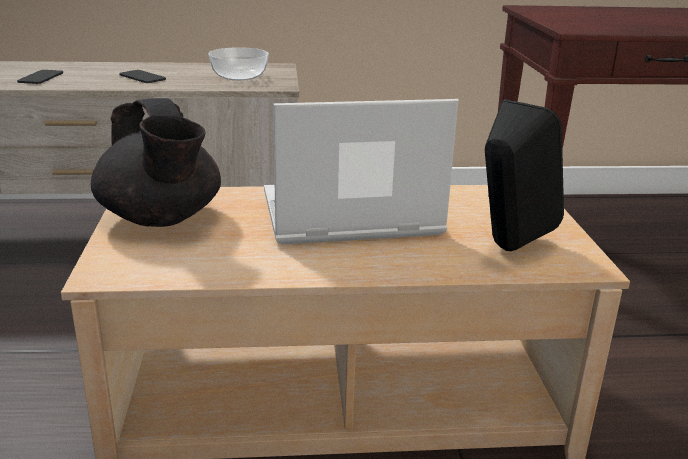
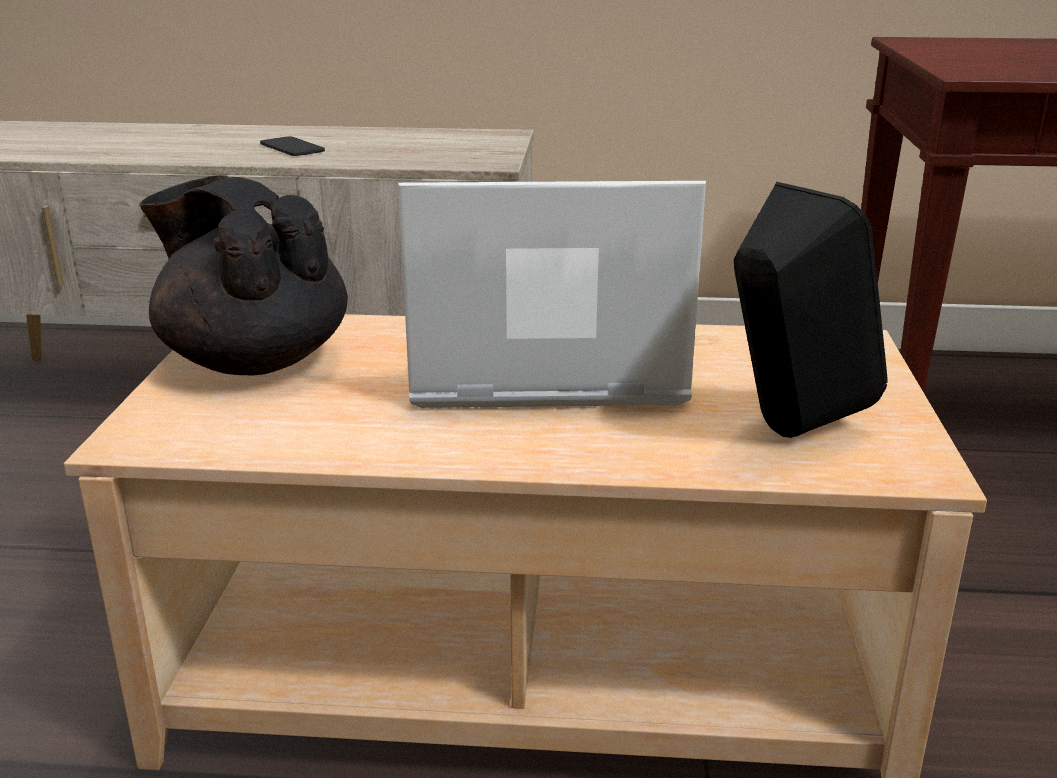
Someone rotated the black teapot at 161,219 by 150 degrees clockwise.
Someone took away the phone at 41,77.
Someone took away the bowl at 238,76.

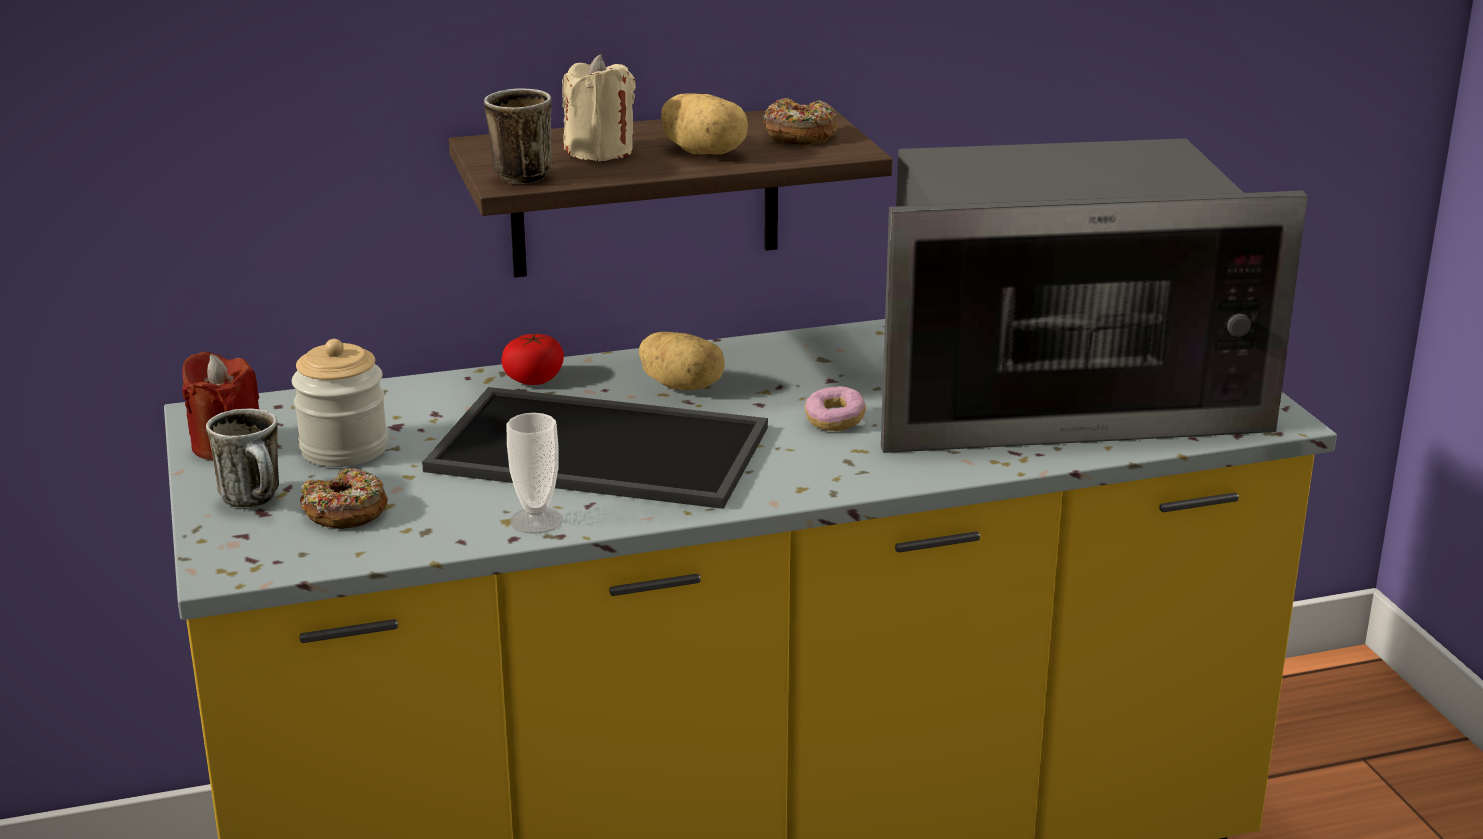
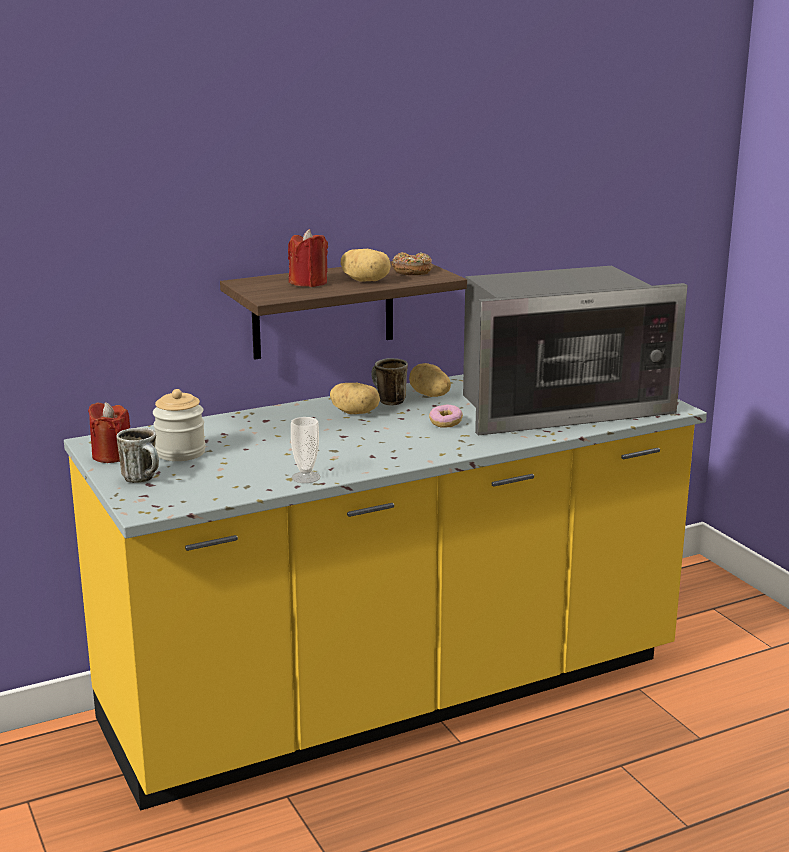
Someone repainted the beige candle at 599,152, which became the red candle at 309,283.
Someone carried the mug from 515,174 to 386,401.
Someone put down the potato at 429,395.
Someone took away the donut at 345,512.
Someone took away the tray at 604,447.
Someone took away the tomato at 534,379.

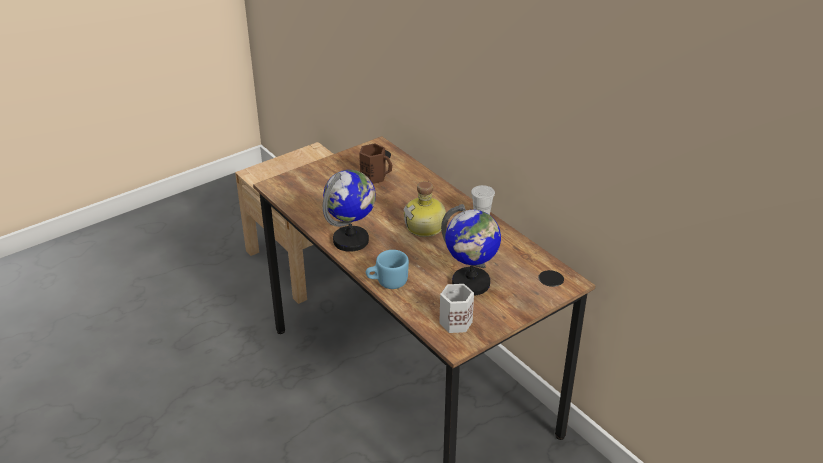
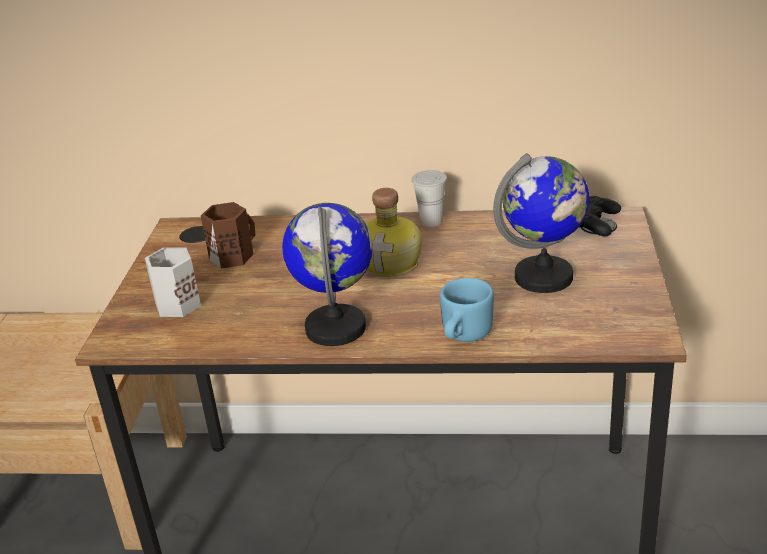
Someone carried the white mug from 454,321 to 175,305.
Someone put down the black game controller at 597,223.

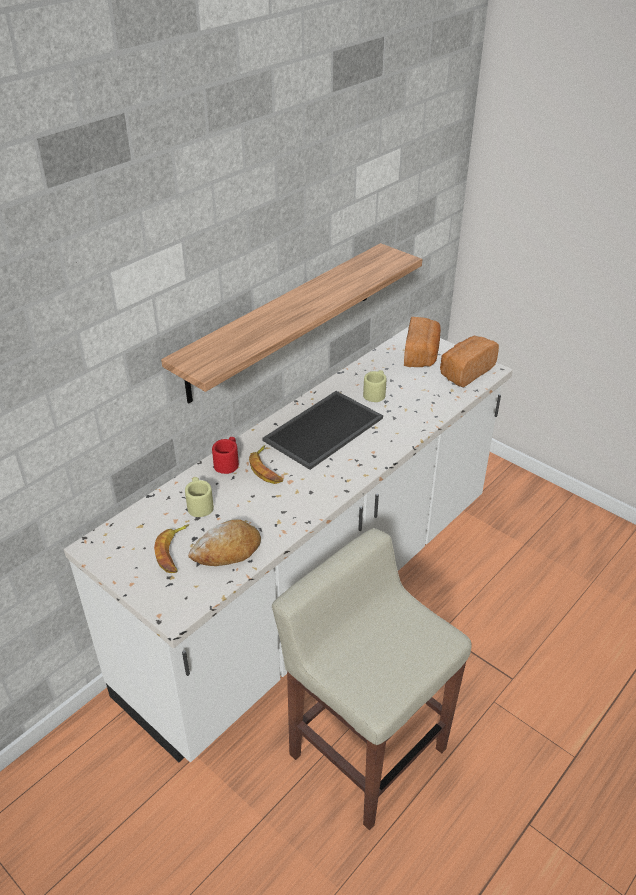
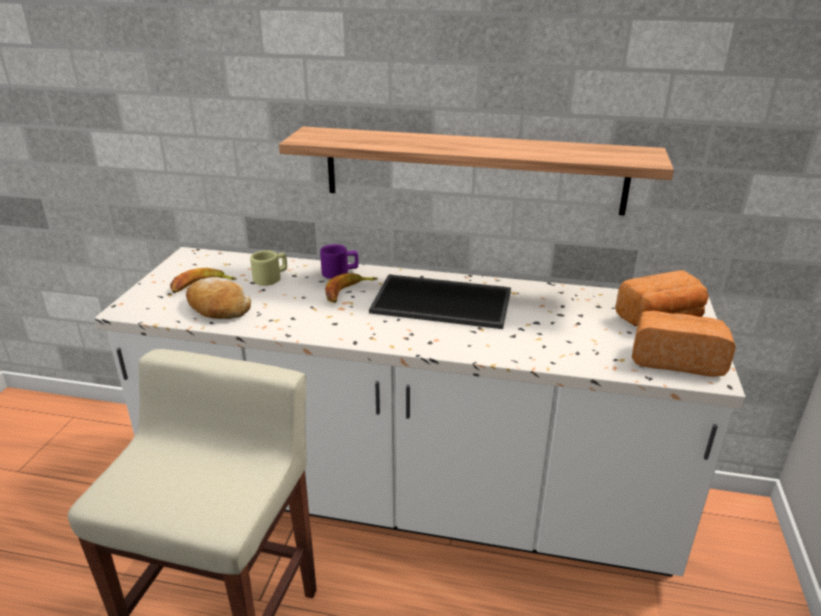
Someone repainted the red mug at 228,462, which became the purple mug at 340,272.
Someone took away the beige mug at 375,393.

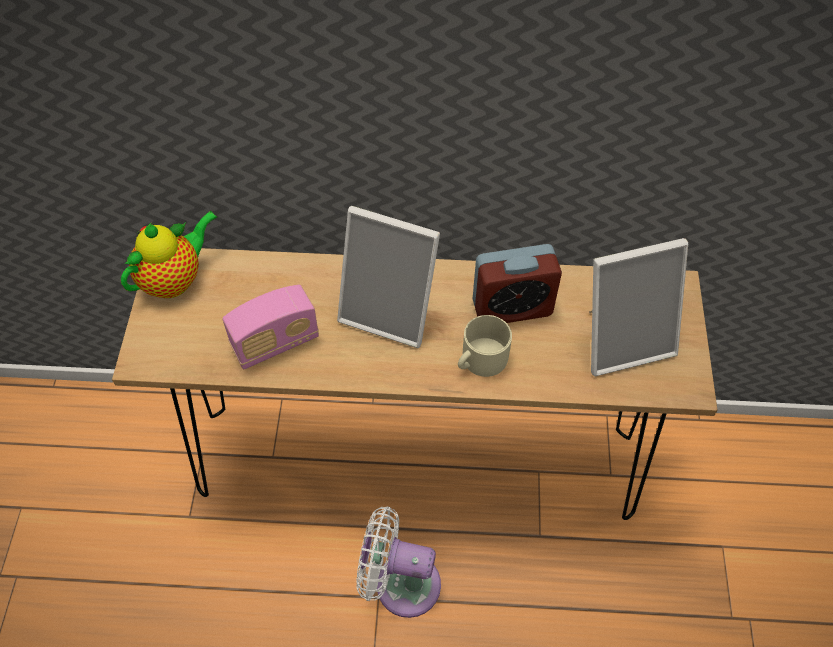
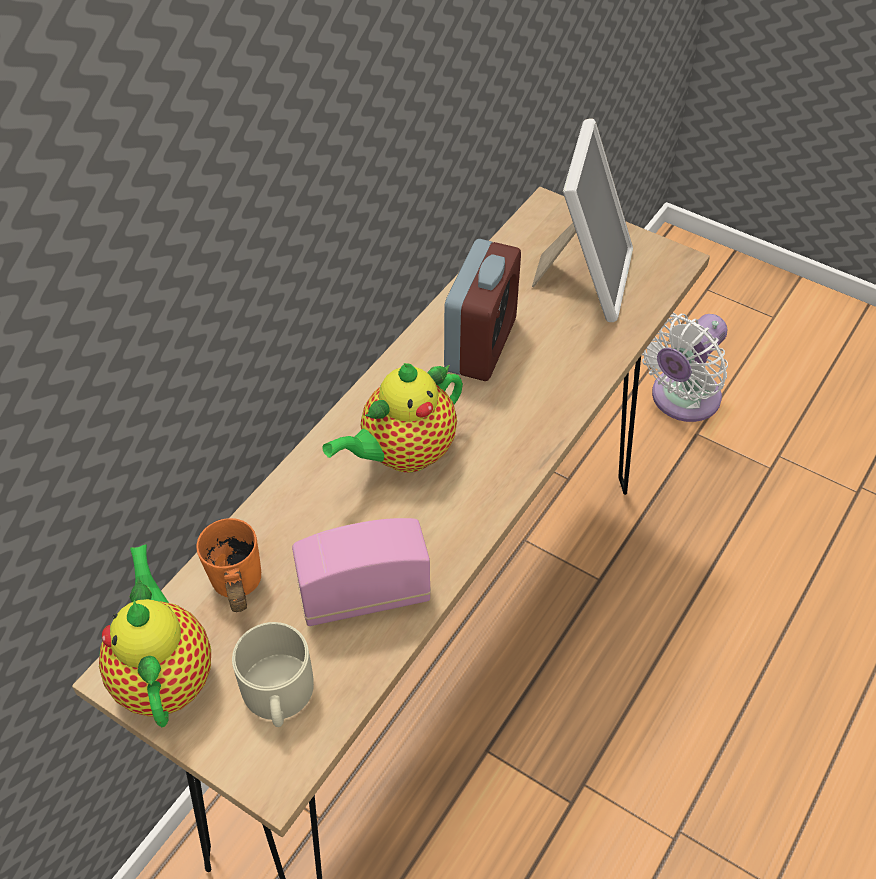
Someone put down the orange mug at 232,591.
Someone carried the beige mug from 480,360 to 278,695.
Someone rotated the radio at 275,343 by 105 degrees counterclockwise.
Someone swapped the picture frame at 391,311 for the teapot at 403,454.
Someone carried the white fan from 400,583 to 681,400.

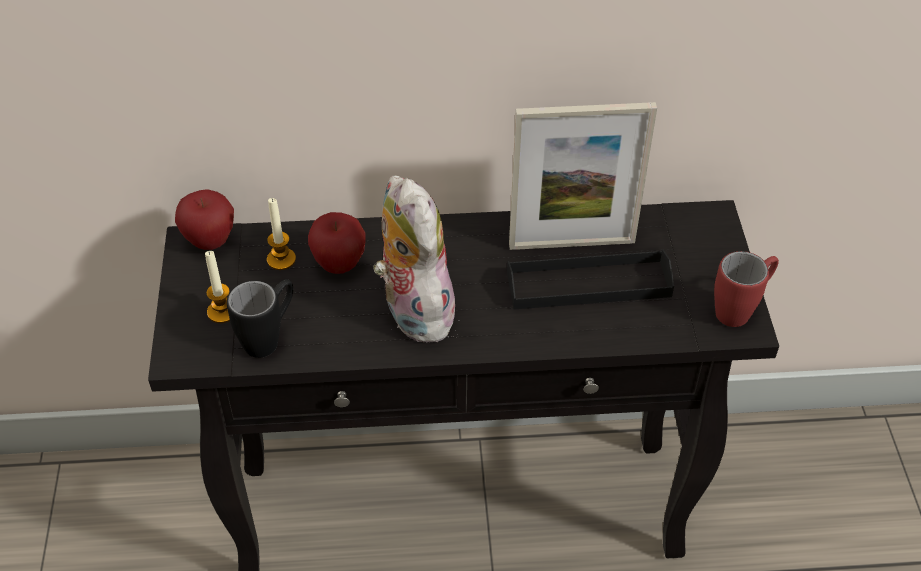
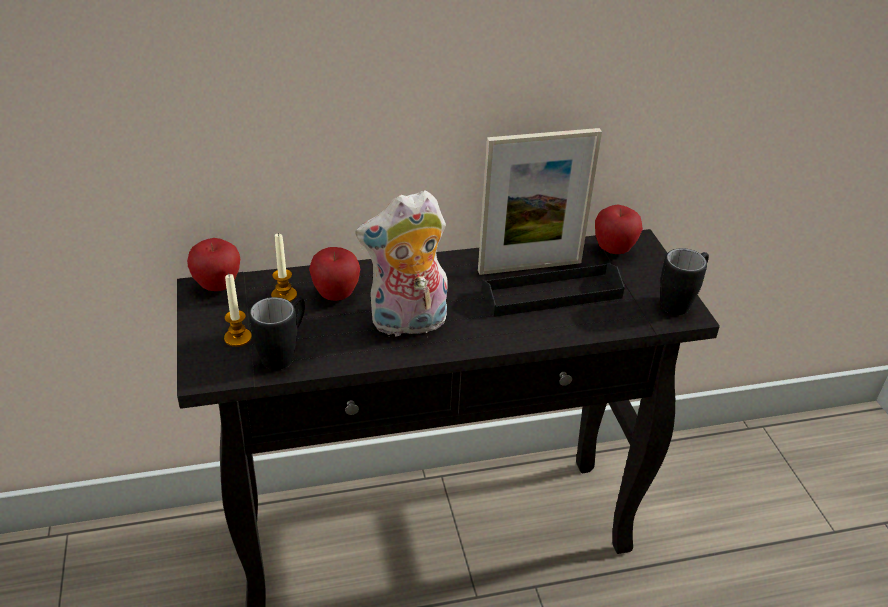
Someone rotated the plush toy at 413,310 by 75 degrees counterclockwise.
Someone put down the apple at 613,250.
Someone repainted the red mug at 740,309, which became the black mug at 680,302.

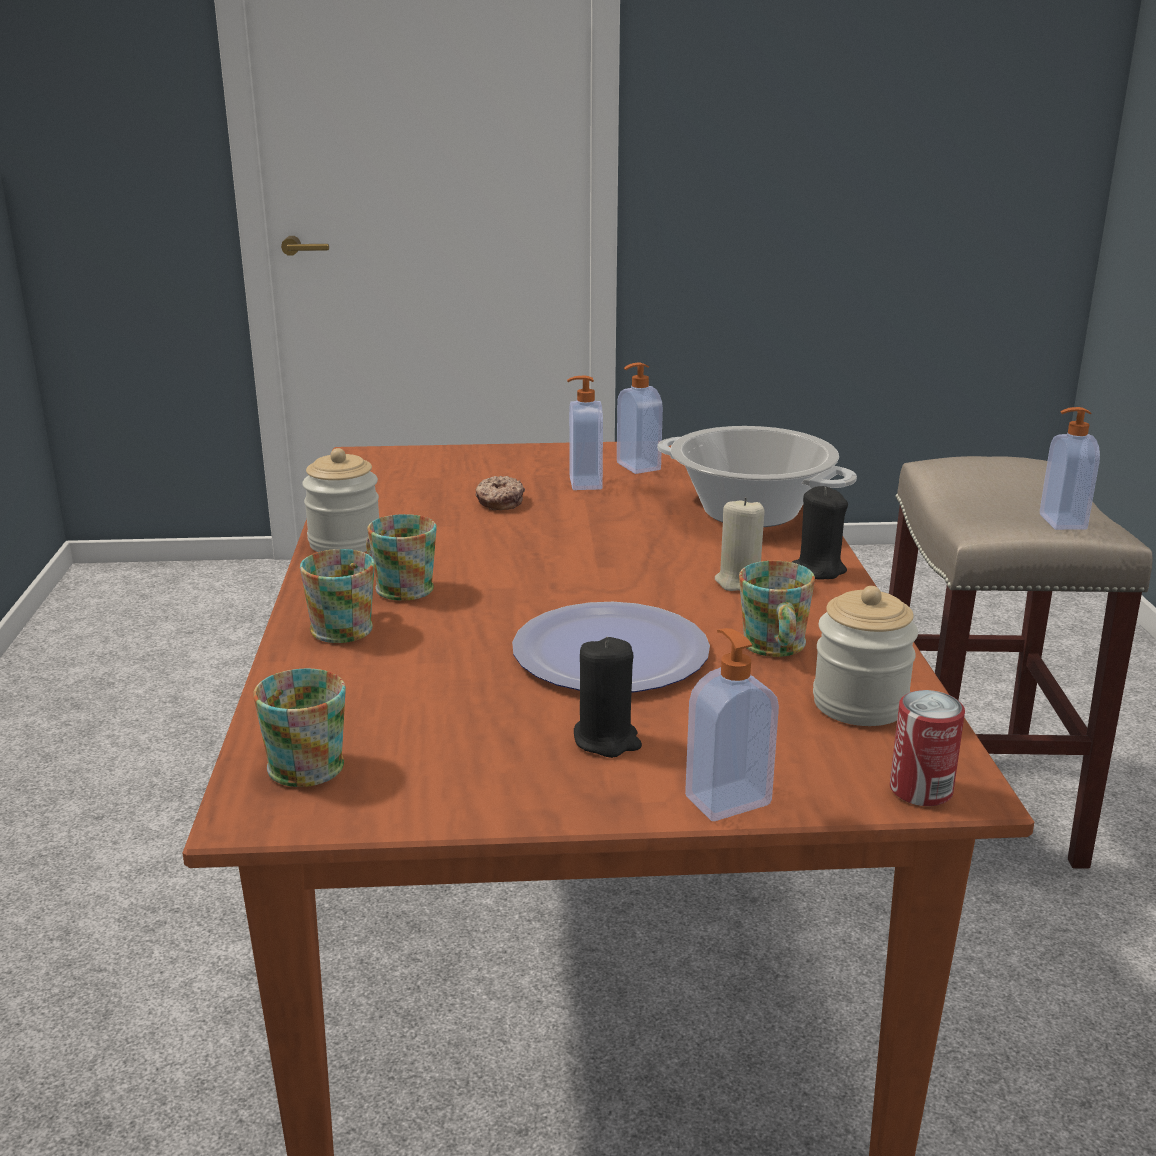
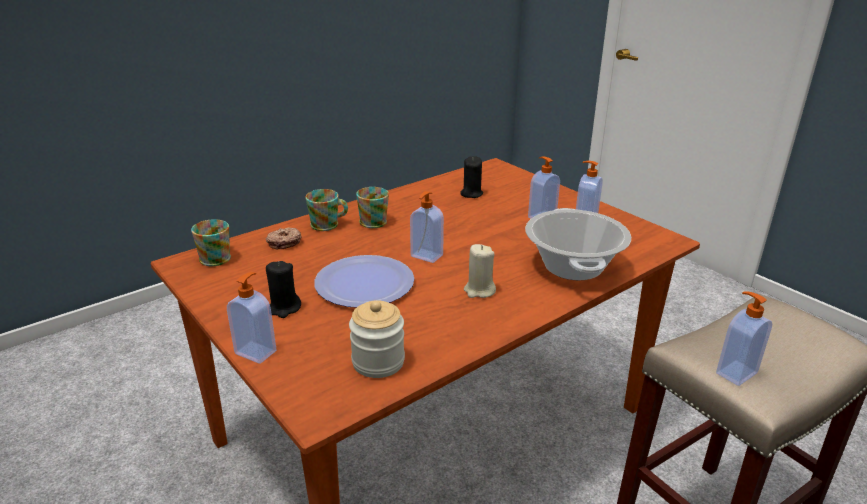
Someone carried the donut from 499,502 to 284,242.
Someone put down the soap dispenser at 426,256.
Someone carried the black candle from 817,570 to 471,193.
Someone took away the jar at 345,543.
Someone took away the mug at 774,647.
Someone took away the can at 921,790.

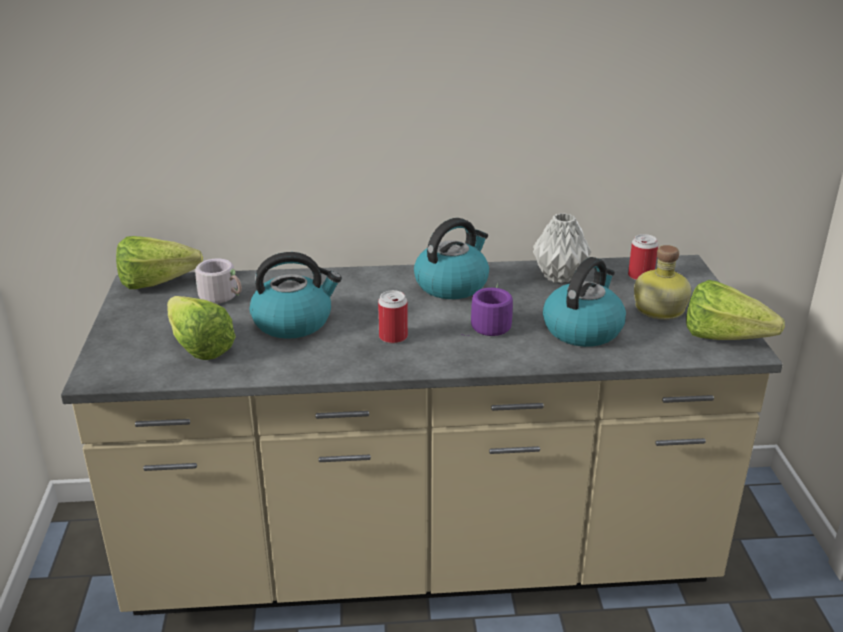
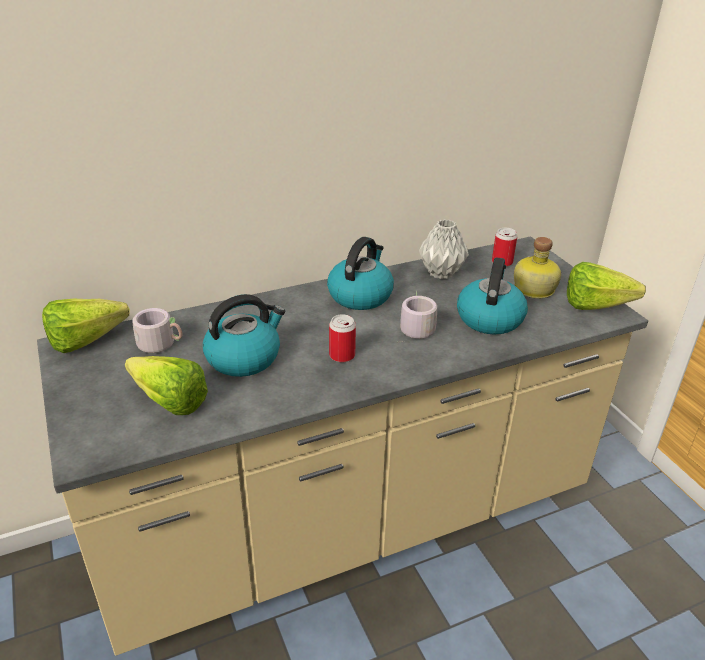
Someone repainted the purple mug at 489,325, which became the grey mug at 414,328.

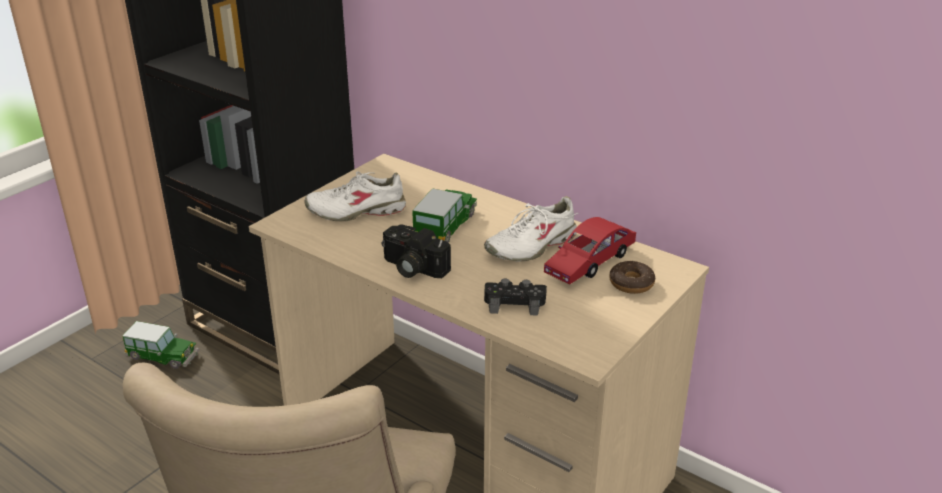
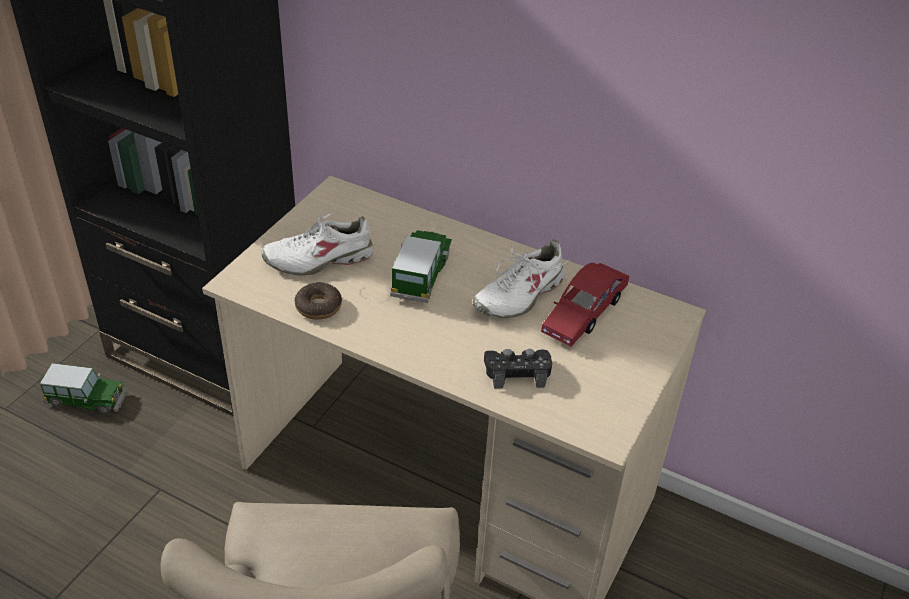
Someone carried the donut from 631,283 to 318,307.
Someone took away the photo camera at 412,268.

